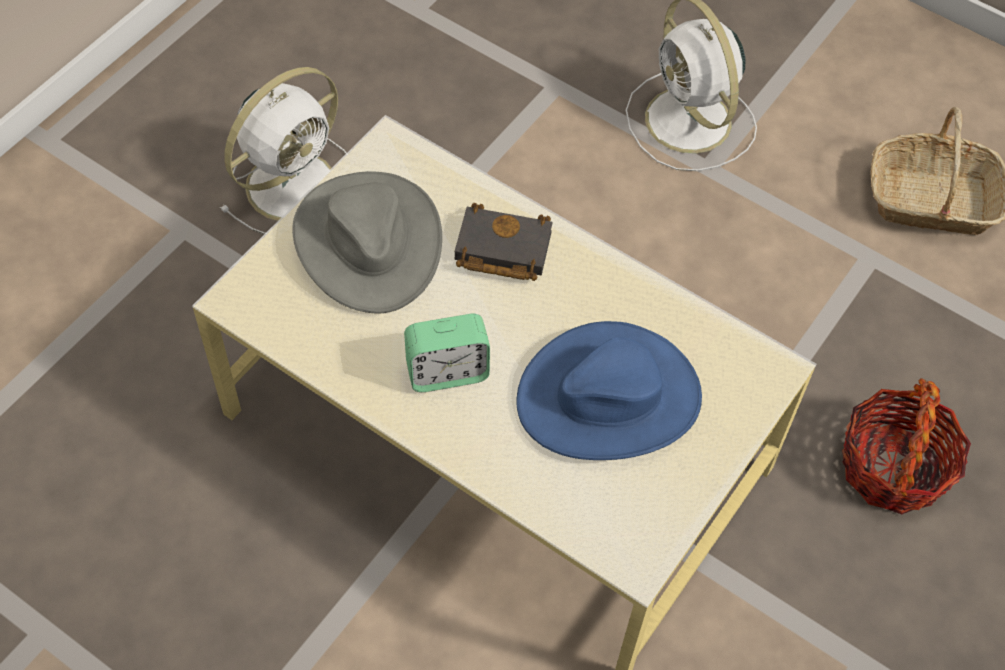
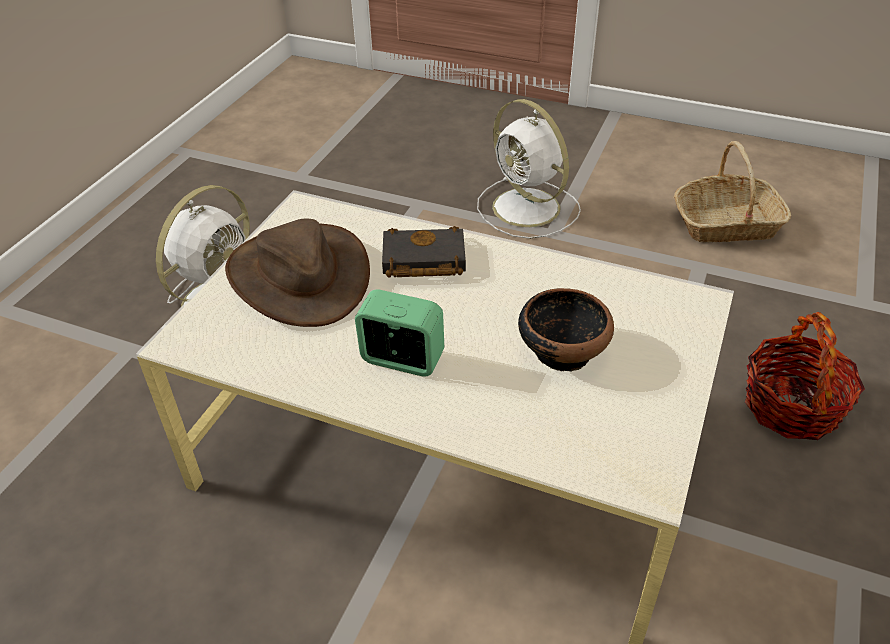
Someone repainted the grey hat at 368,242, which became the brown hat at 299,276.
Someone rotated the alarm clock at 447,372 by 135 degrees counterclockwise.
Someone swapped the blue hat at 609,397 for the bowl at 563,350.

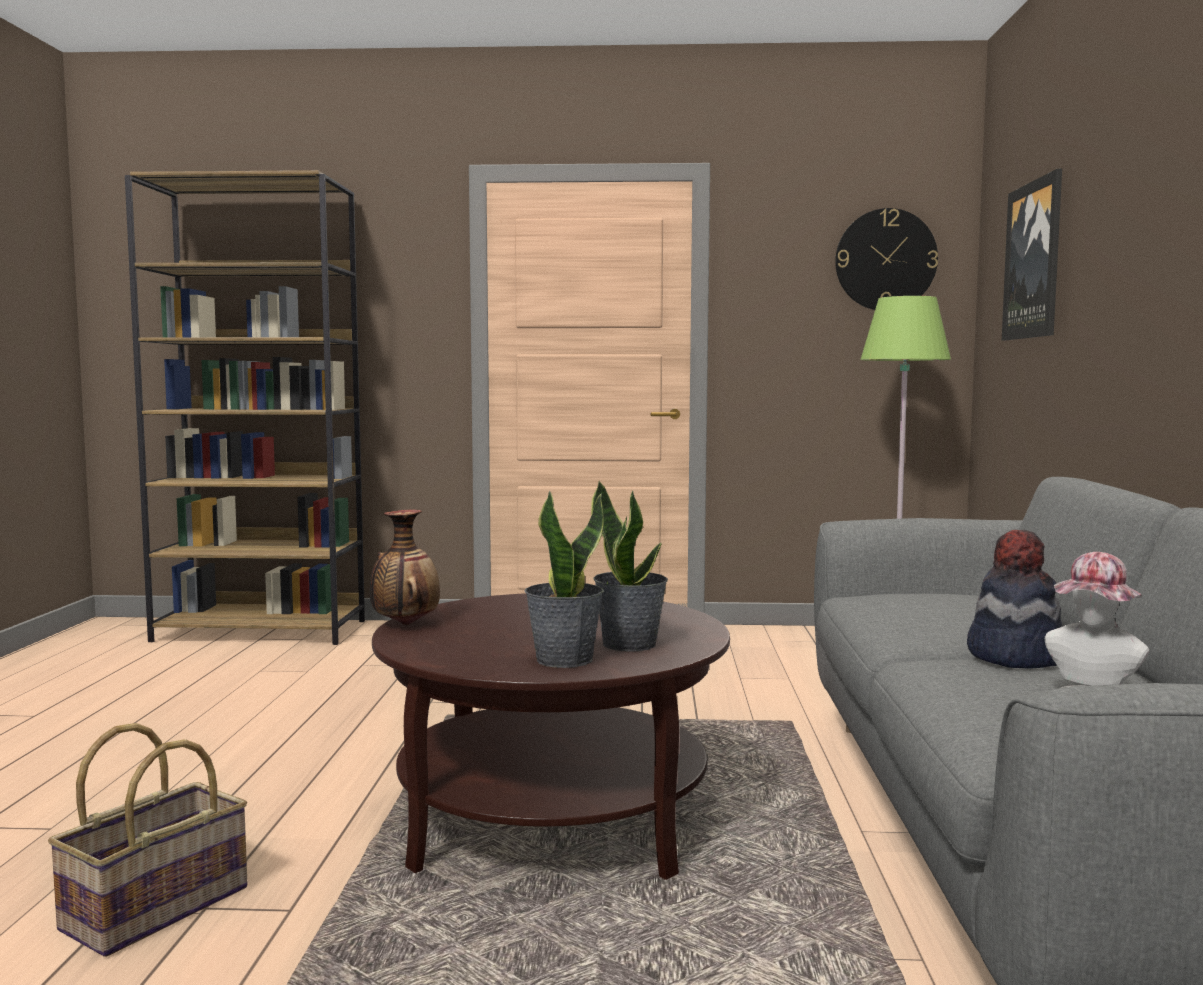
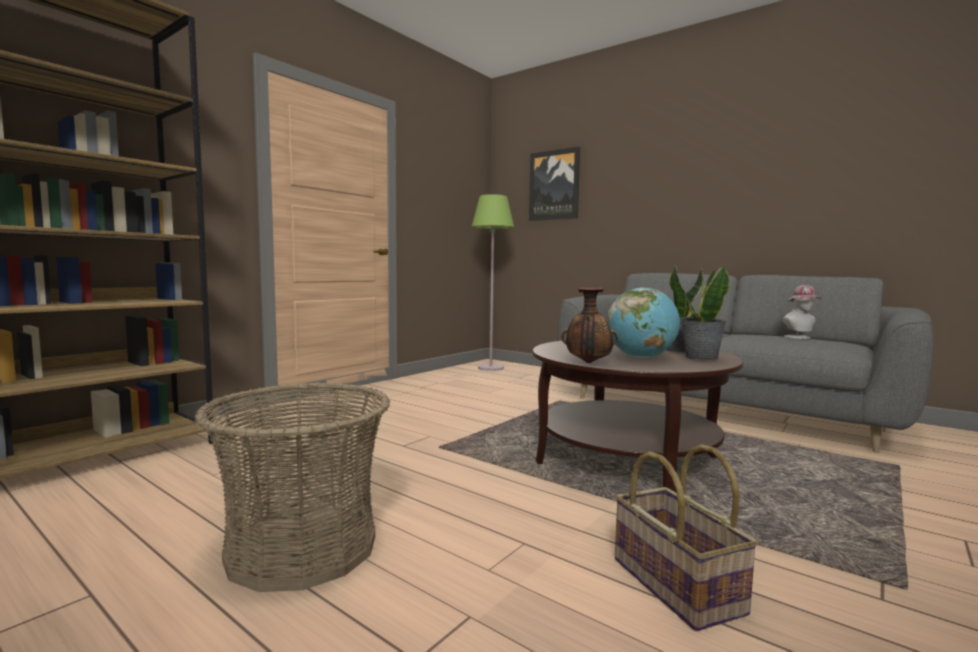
Someone put down the basket at 302,547.
Someone put down the globe at 641,357.
Someone took away the wall clock at 885,260.
Someone took away the hat at 1014,656.

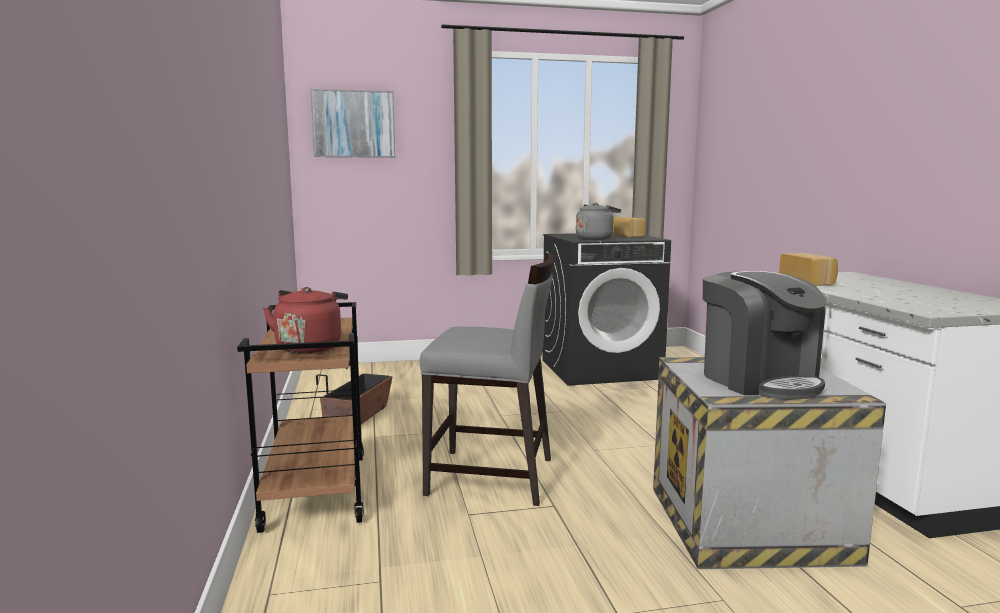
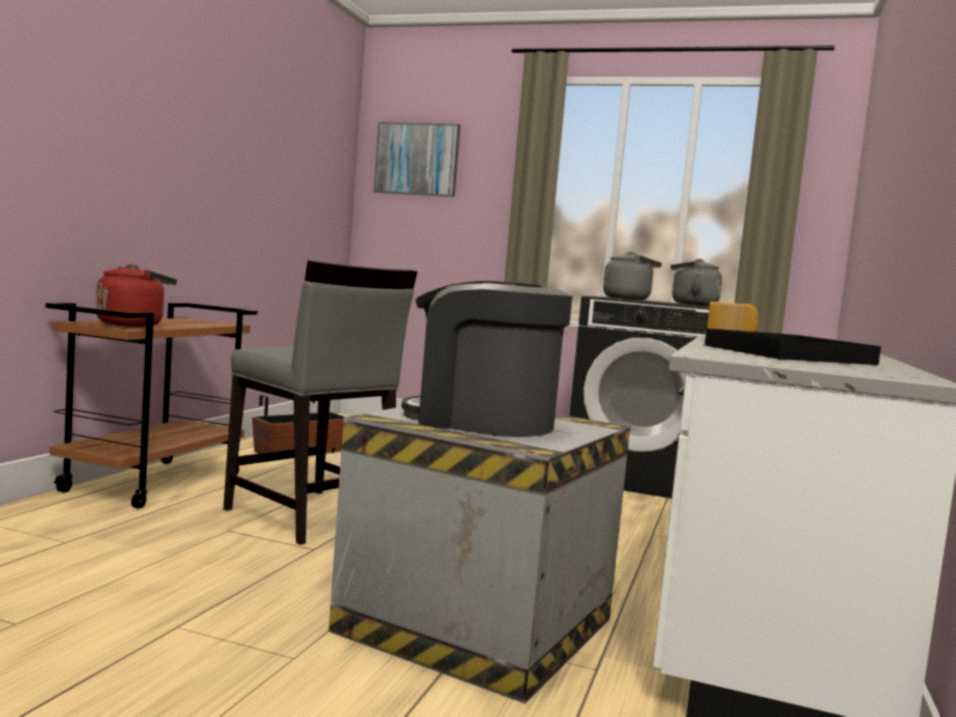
Someone rotated the coffee machine at 759,380 by 105 degrees clockwise.
Someone swapped the bread at 626,236 for the grey kettle at 690,304.
Someone put down the black tray at 787,355.

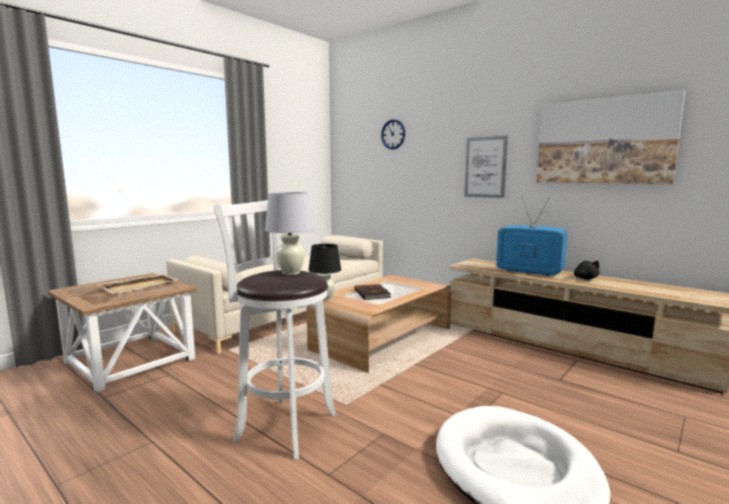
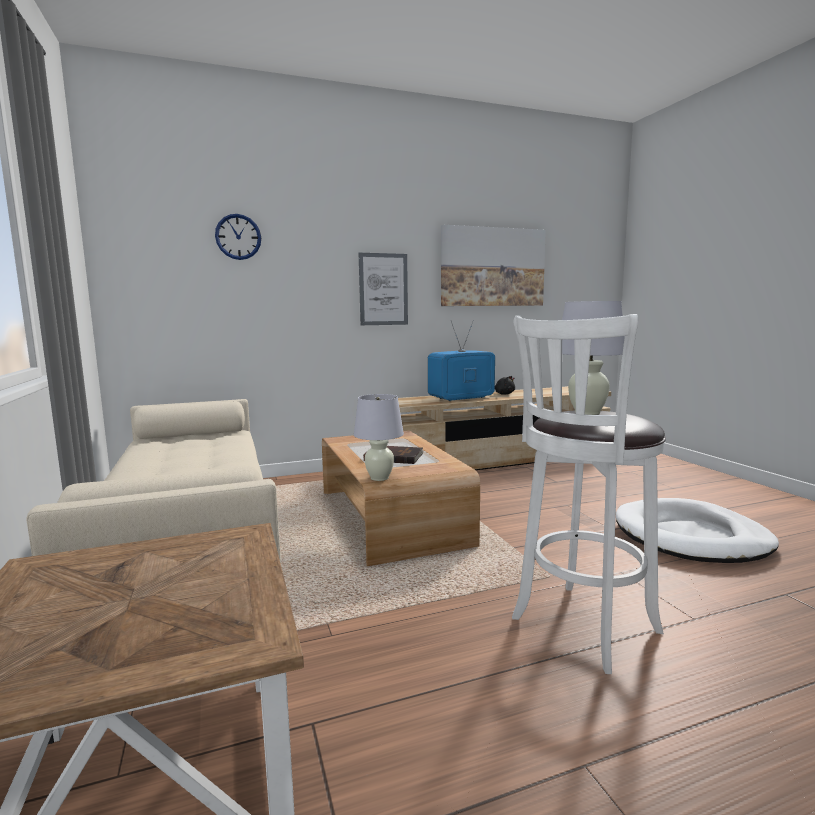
Someone repainted the black table lamp at 325,298, which became the white table lamp at 379,478.
Someone took away the beige tray at 140,286.

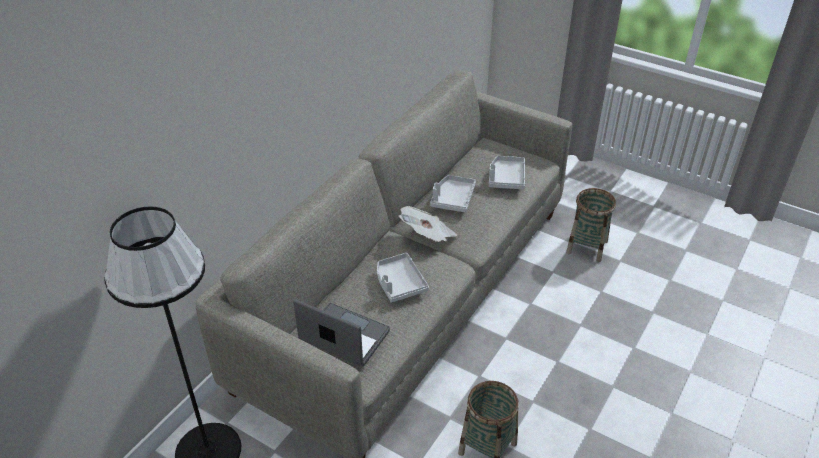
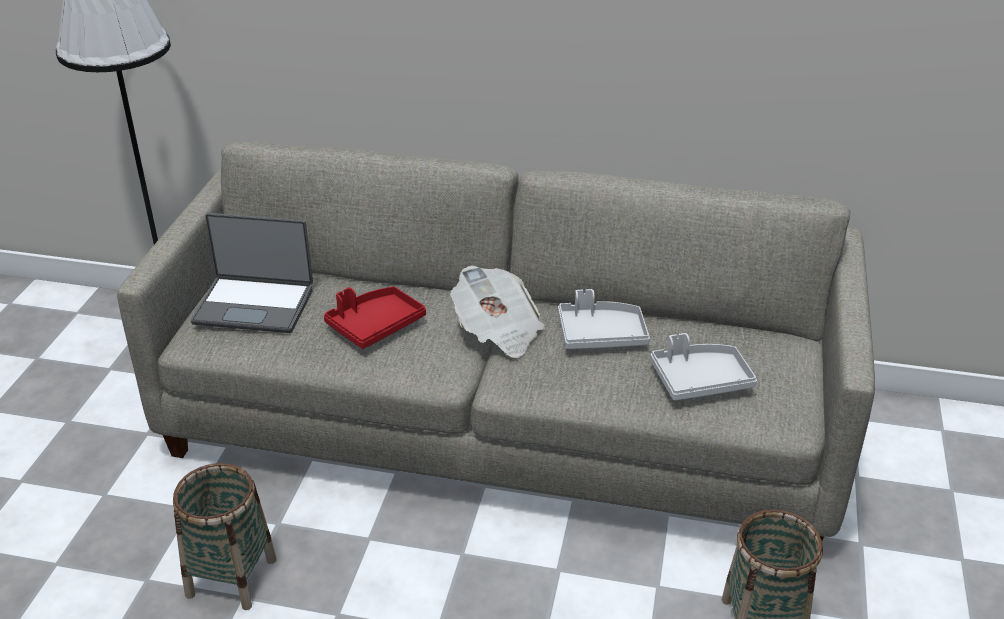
Someone rotated the laptop at 343,337 by 90 degrees clockwise.
Someone repainted the grey tray at 399,283, which became the red tray at 375,325.

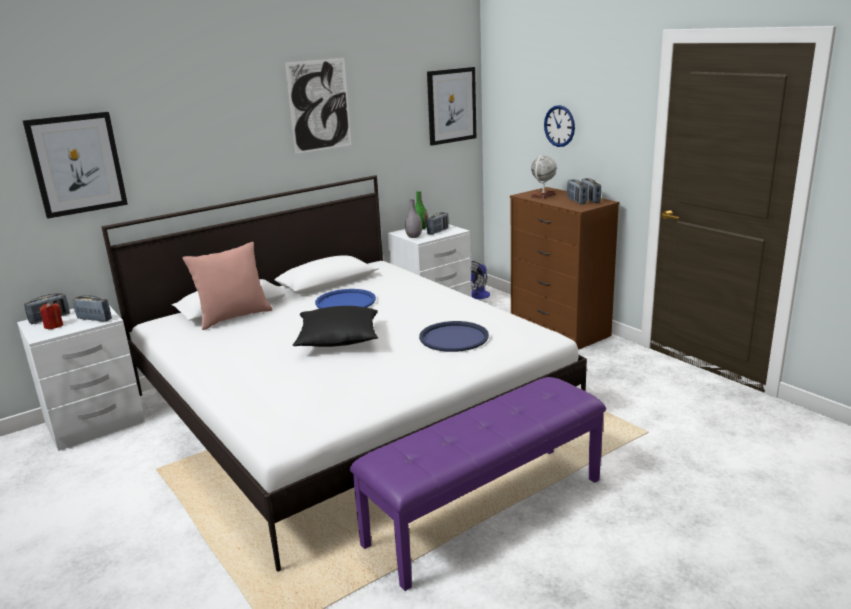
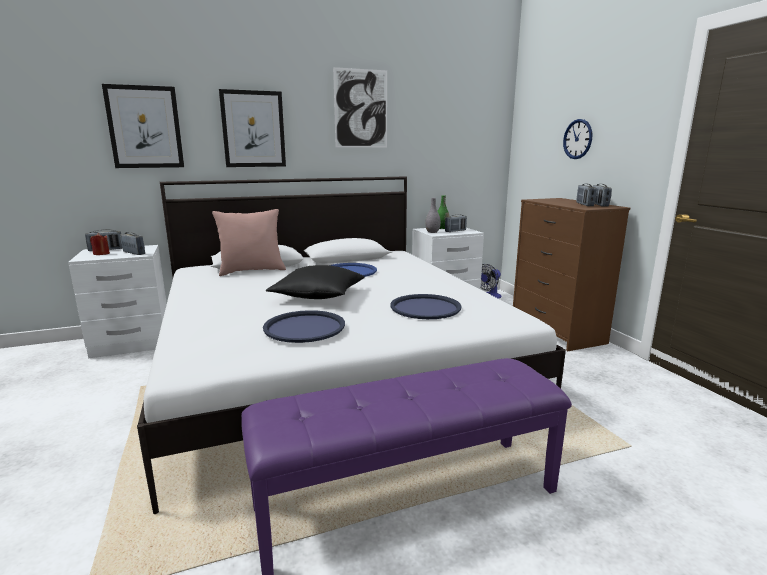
Someone carried the picture from 451,106 to 253,129.
Someone put down the blue tray at 304,327.
Someone took away the globe at 543,195.

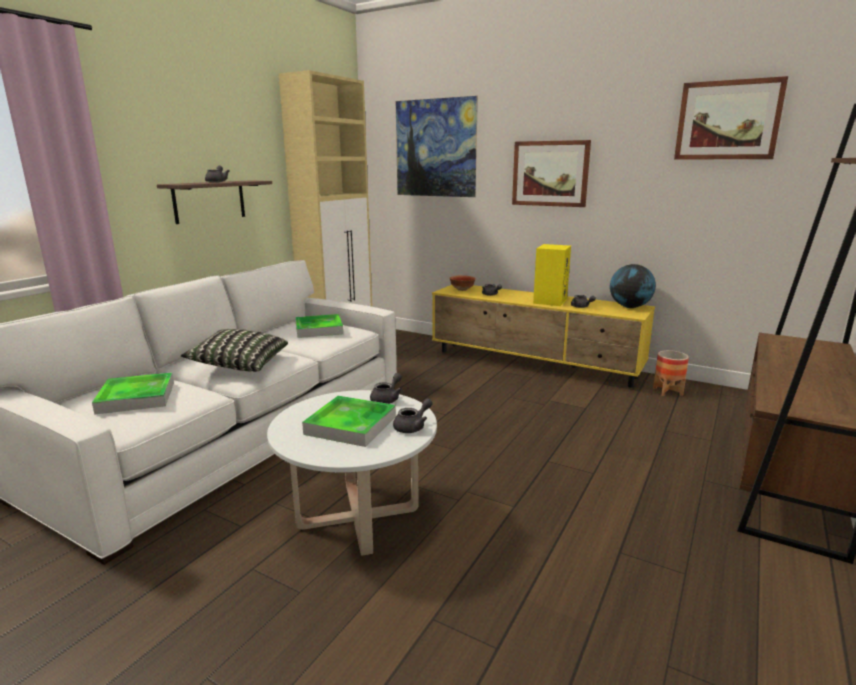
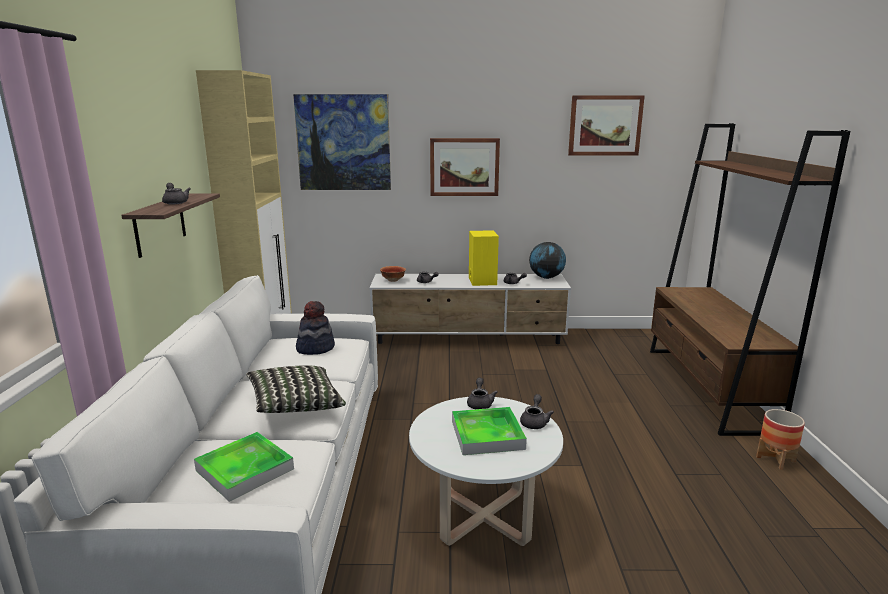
Someone swapped the tray at 319,329 for the hat at 315,348.
Someone repainted the yellow tv stand at 534,364, which became the white tv stand at 469,339.
Someone carried the planter from 668,391 to 775,459.

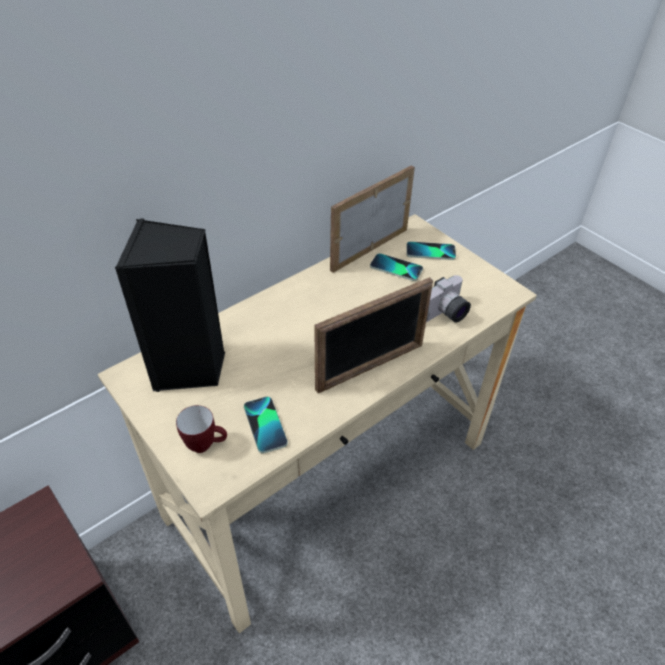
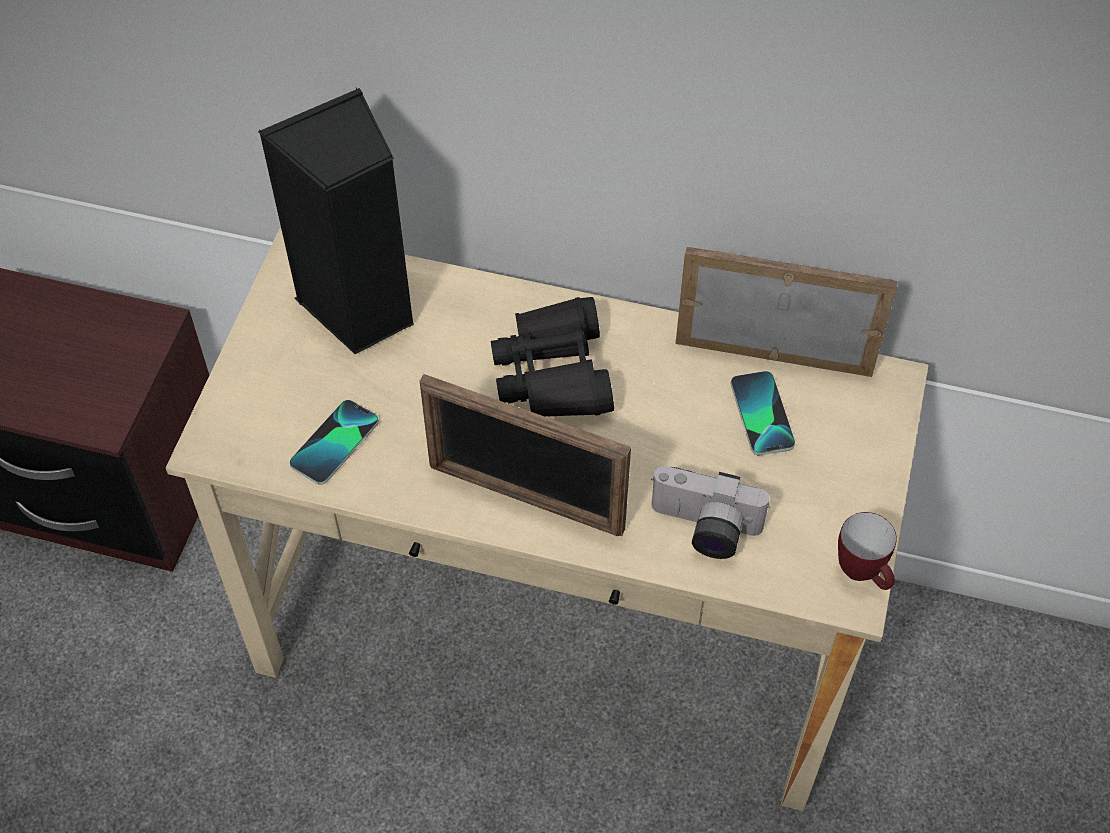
Someone put down the black binoculars at 553,373.
Someone carried the mug from 206,445 to 863,574.
Someone took away the phone at 430,252.

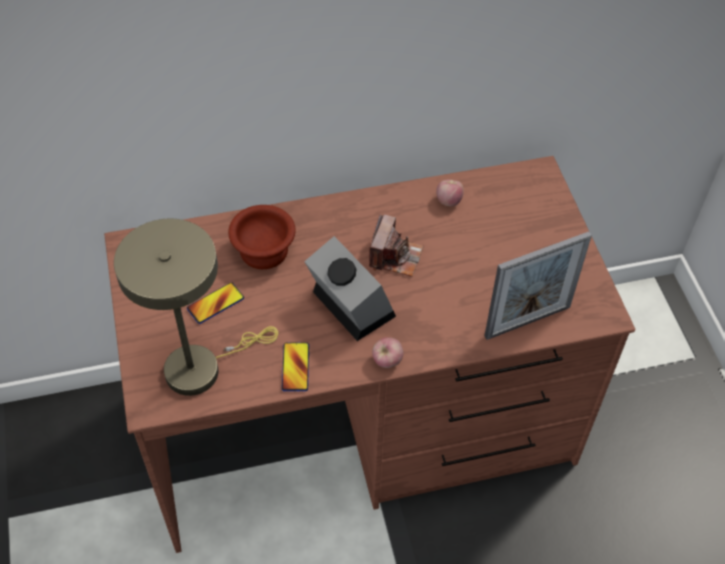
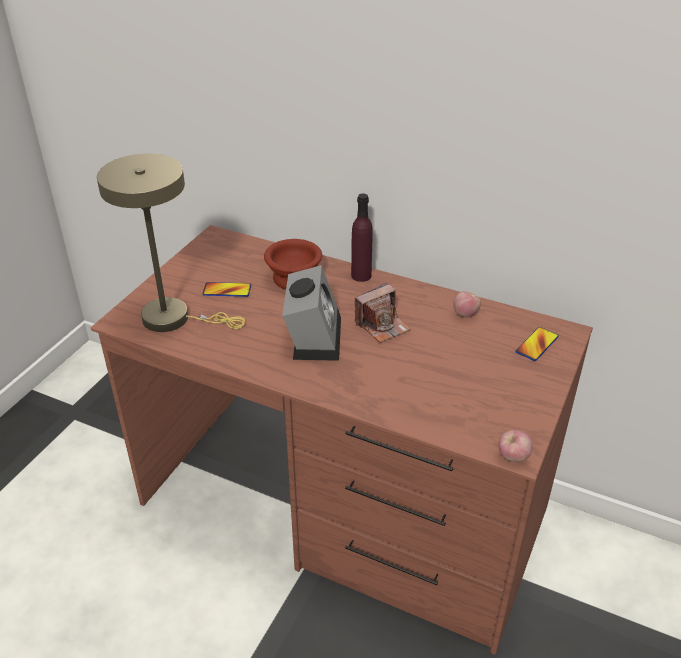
Someone put down the purple bottle at 361,275.
Someone carried the apple from 387,361 to 513,457.
Someone carried the phone from 295,367 to 537,344.
Someone took away the picture frame at 527,321.

